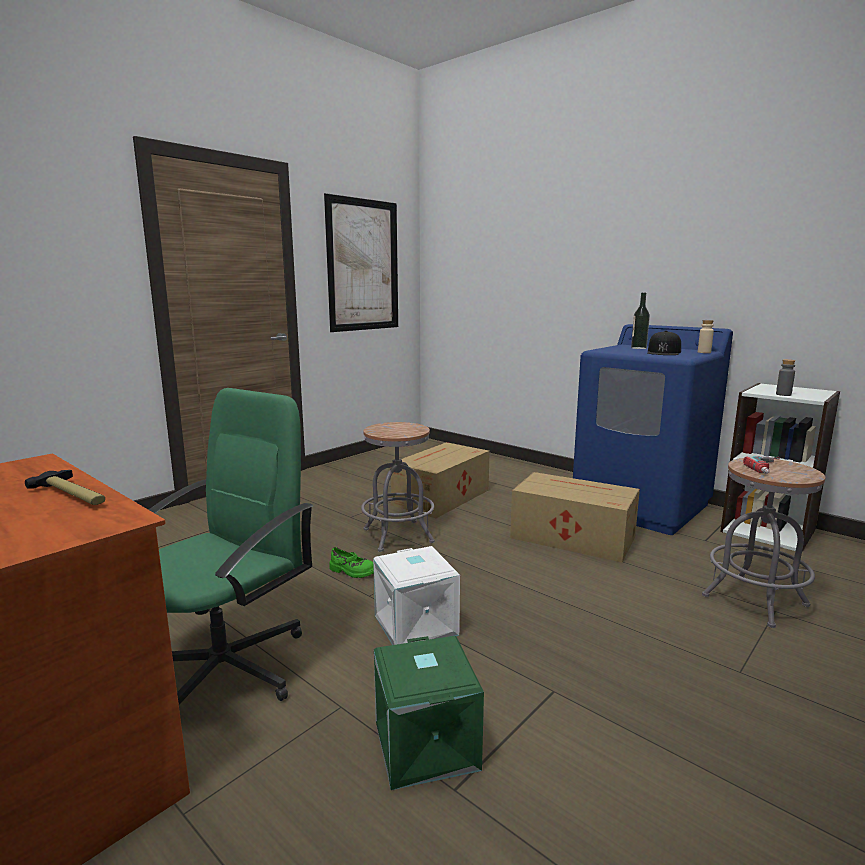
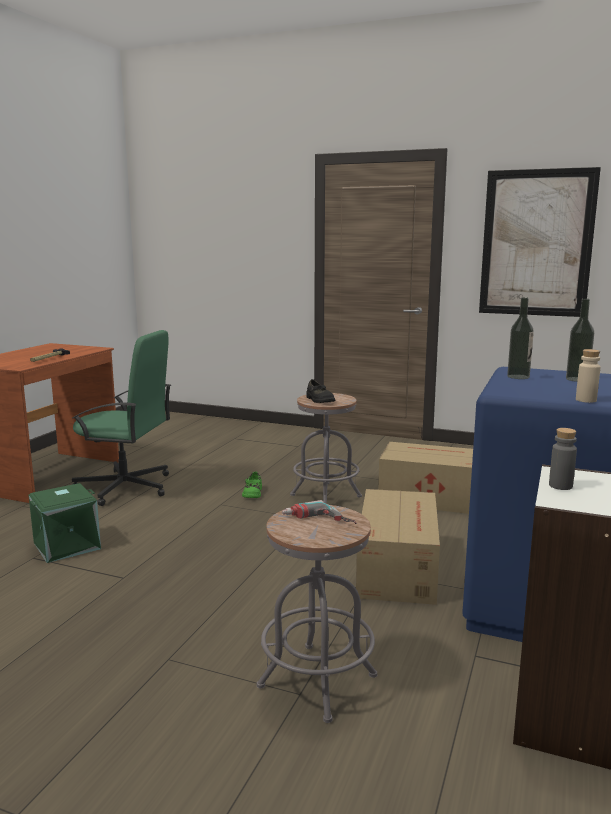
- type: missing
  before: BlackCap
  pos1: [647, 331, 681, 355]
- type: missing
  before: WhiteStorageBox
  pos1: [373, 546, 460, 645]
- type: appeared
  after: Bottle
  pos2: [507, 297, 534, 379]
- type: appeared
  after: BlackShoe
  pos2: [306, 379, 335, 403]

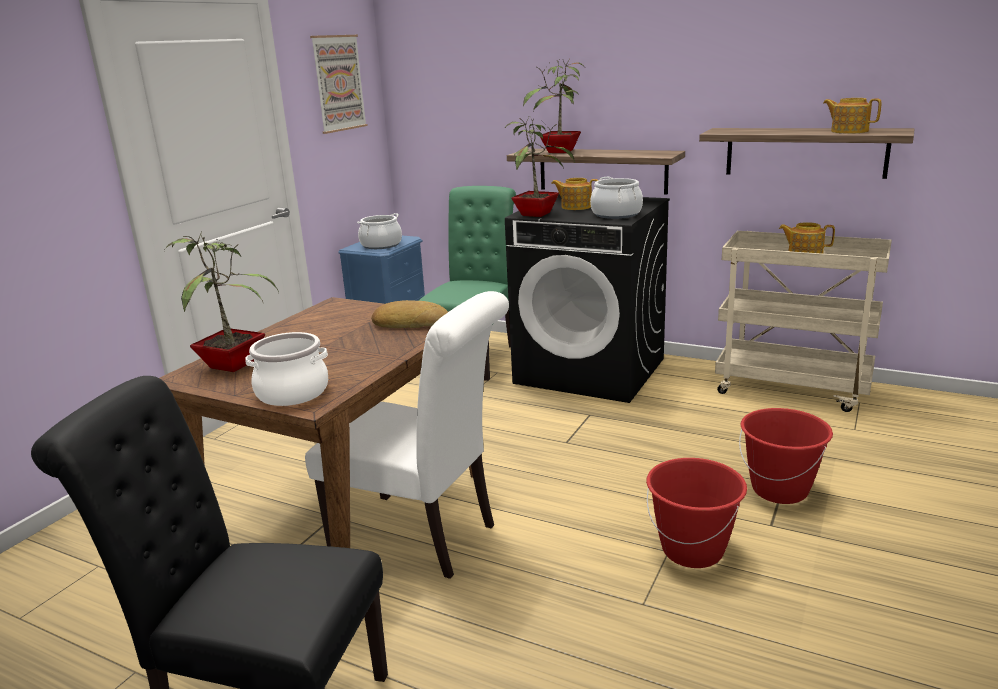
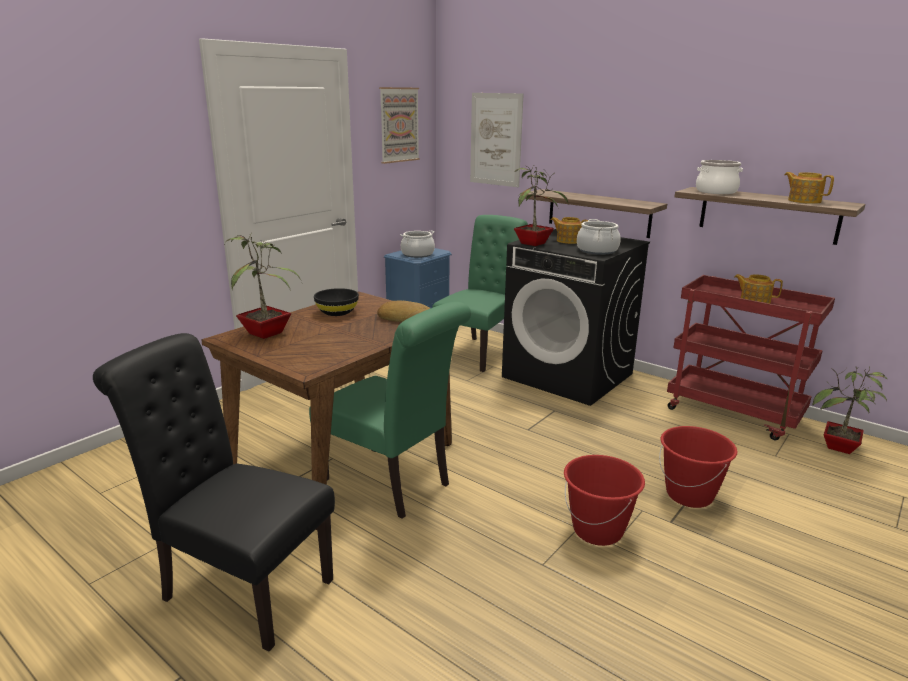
- type: relocated
  before: PottedPlant
  pos1: [523, 58, 585, 153]
  pos2: [812, 366, 888, 454]
- type: colour
  before: BeigeCart
  after: RedCart
  pos1: [715, 231, 892, 412]
  pos2: [667, 275, 835, 440]
- type: colour
  before: WhiteChair
  after: GreenChair
  pos1: [305, 291, 509, 579]
  pos2: [309, 302, 471, 519]
- type: relocated
  before: CookingPot
  pos1: [245, 332, 328, 406]
  pos2: [696, 160, 743, 194]
- type: appeared
  after: Picture
  pos2: [470, 93, 523, 187]
- type: appeared
  after: BlackBowl
  pos2: [314, 288, 359, 316]

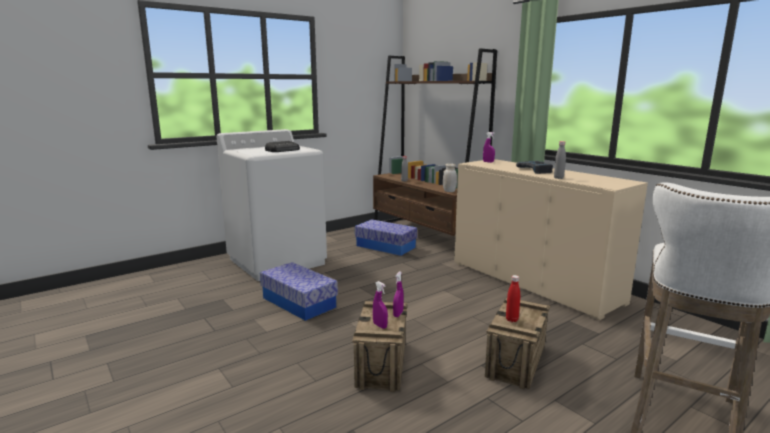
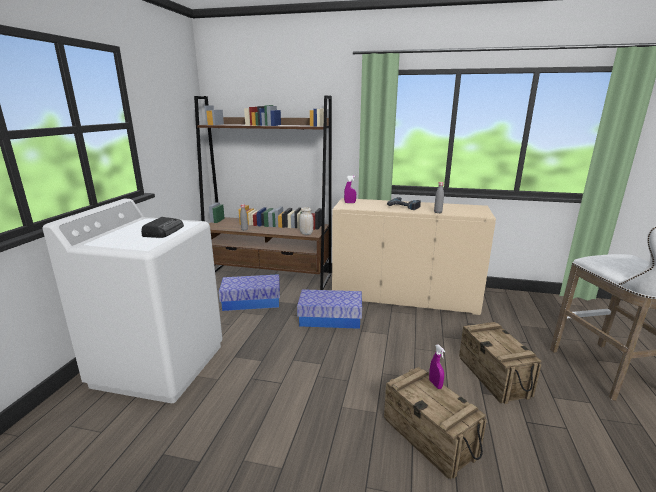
- type: relocated
  before: StorageBox
  pos1: [260, 262, 338, 321]
  pos2: [297, 289, 362, 329]
- type: missing
  before: RedBottle
  pos1: [506, 275, 520, 322]
- type: missing
  before: PurpleSprayBottle
  pos1: [373, 281, 388, 329]

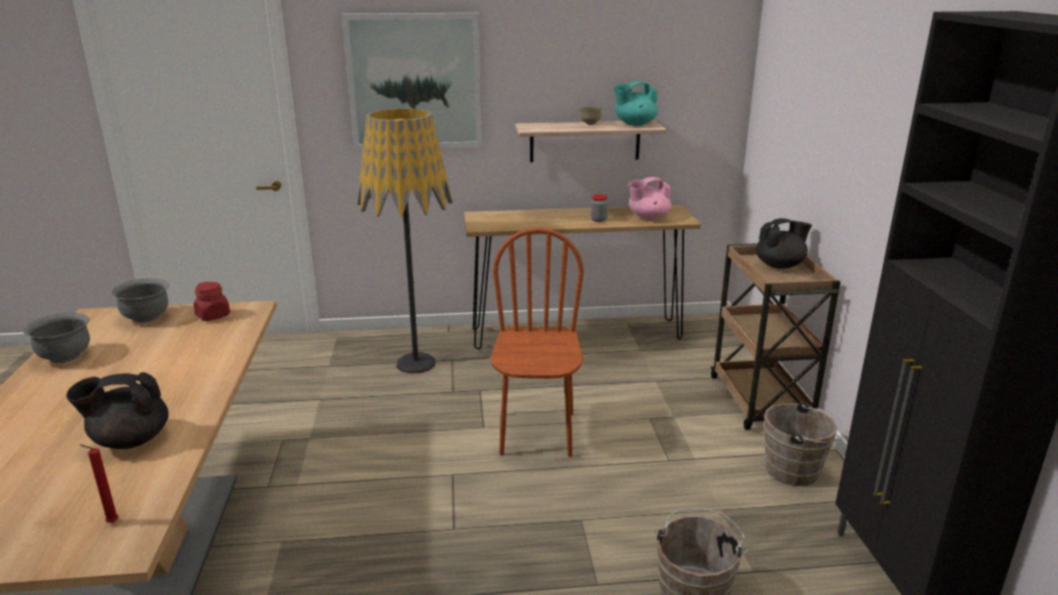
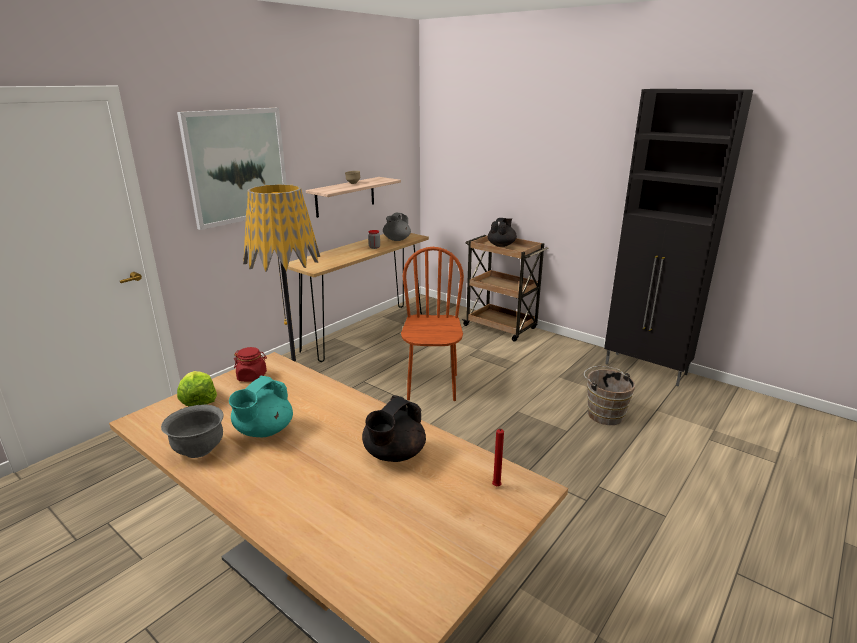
- type: relocated
  before: TurquoiseTeapot
  pos1: [614, 81, 658, 126]
  pos2: [229, 376, 293, 437]
- type: colour
  before: PinkTeapot
  after: GreyTeapot
  pos1: [628, 177, 671, 220]
  pos2: [383, 212, 411, 241]
- type: spun
  before: BrownChair
  pos1: [491, 228, 584, 457]
  pos2: [401, 247, 464, 401]
  turn: 45
- type: exchanged
  before: GreyBowl
  after: Lettuce
  pos1: [111, 278, 169, 323]
  pos2: [177, 371, 217, 406]
- type: missing
  before: BrownBucket
  pos1: [764, 402, 847, 486]

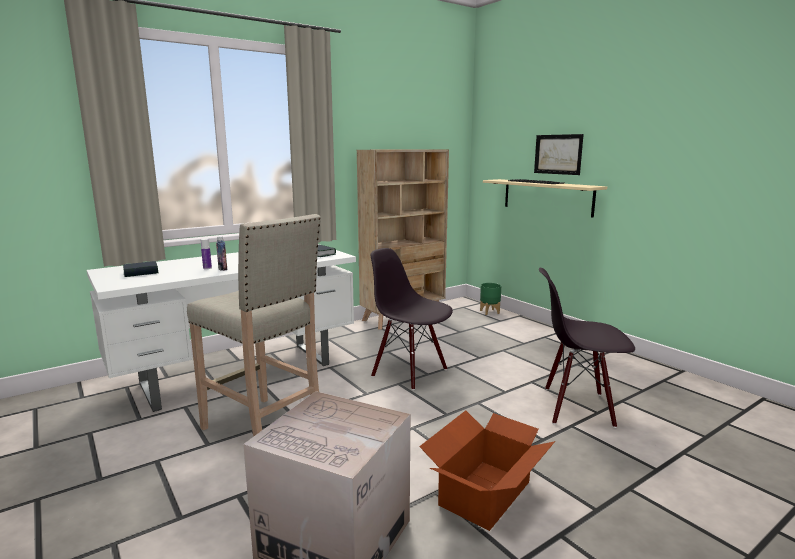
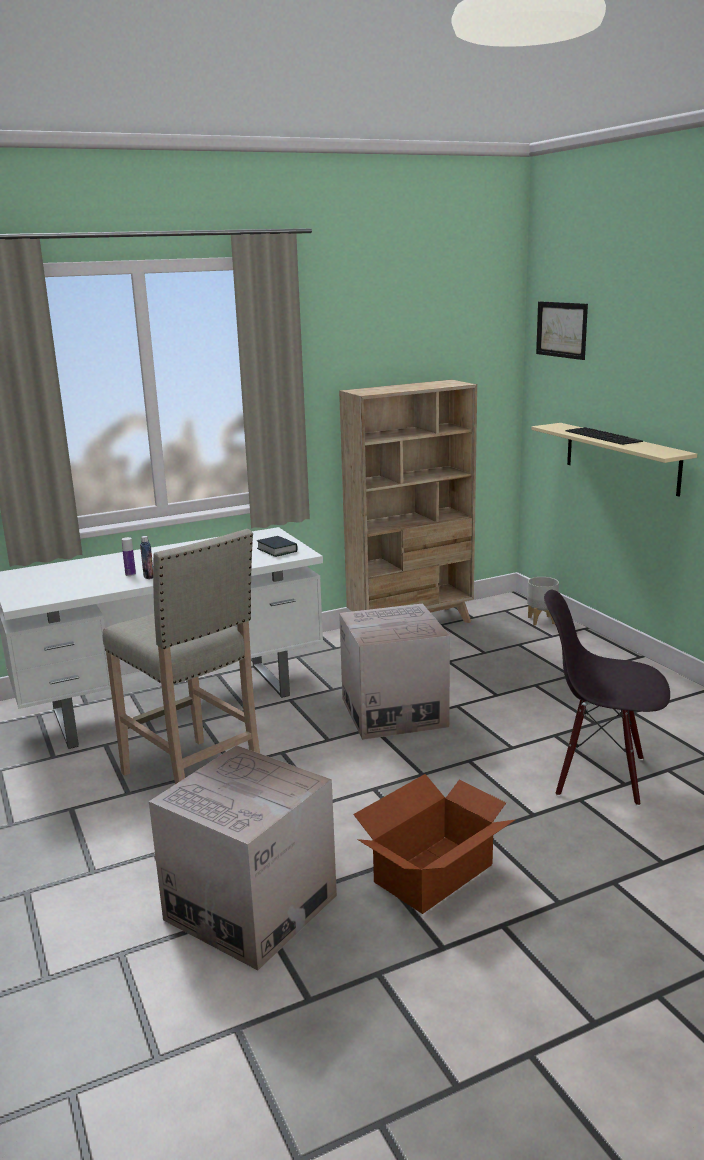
- type: relocated
  before: Picture
  pos1: [534, 134, 584, 175]
  pos2: [536, 301, 588, 360]
- type: exchanged
  before: BlackChair
  after: CardboardBox
  pos1: [370, 248, 453, 390]
  pos2: [339, 604, 450, 740]
- type: missing
  before: Book
  pos1: [123, 261, 158, 277]
- type: colour
  before: GreenPlanter
  after: GreyPlanter
  pos1: [480, 283, 501, 315]
  pos2: [527, 577, 559, 625]

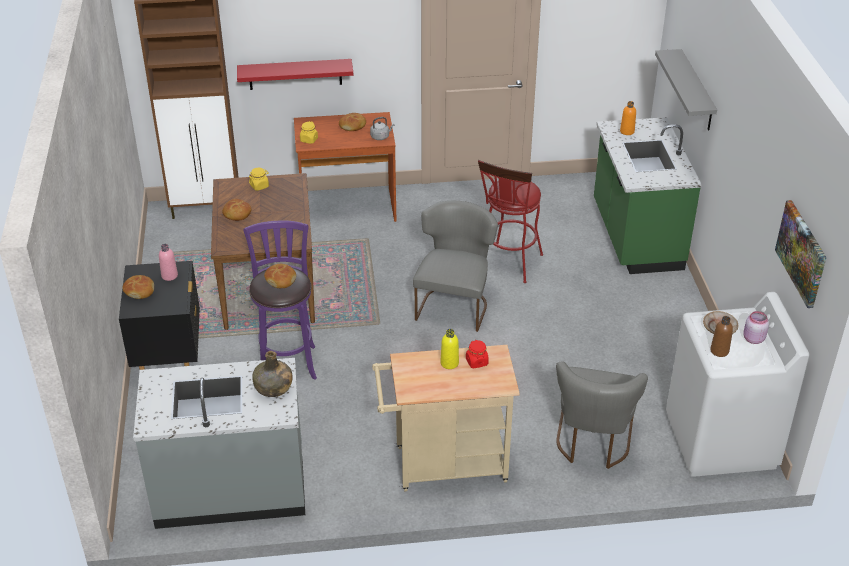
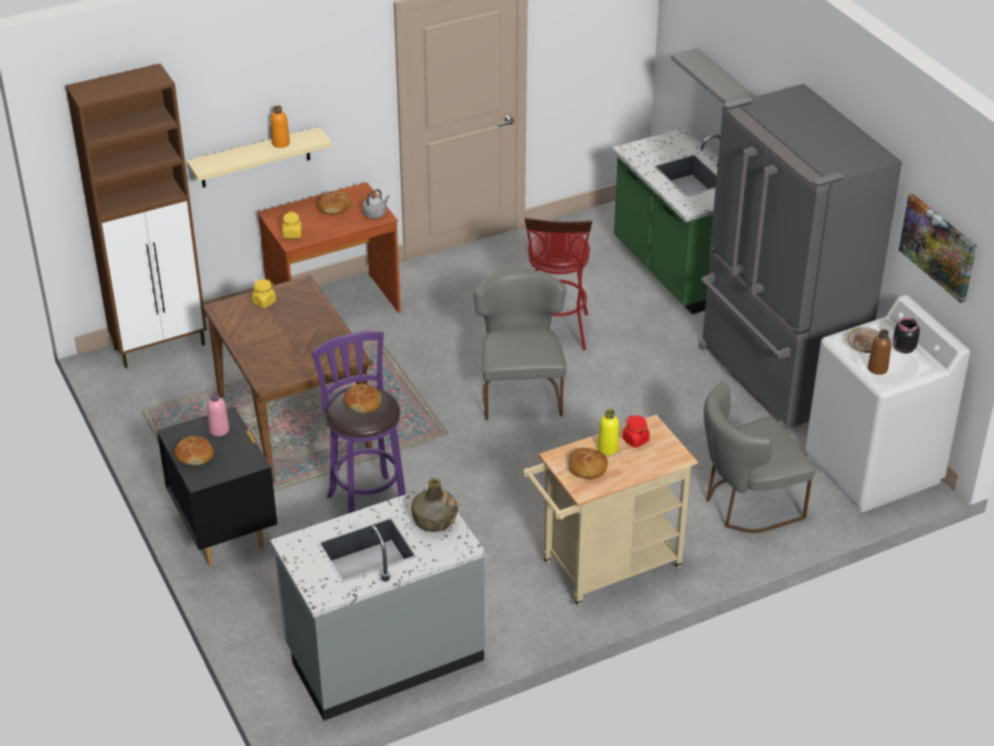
- type: colour
  before: RedShelf
  after: BeigeShelf
  pos1: [237, 59, 353, 90]
  pos2: [186, 127, 332, 188]
- type: relocated
  before: OrangeBottle
  pos1: [620, 101, 636, 135]
  pos2: [271, 105, 290, 148]
- type: relocated
  before: Bread
  pos1: [222, 199, 251, 221]
  pos2: [568, 448, 608, 479]
- type: colour
  before: PinkJar
  after: BlackJar
  pos1: [743, 311, 769, 344]
  pos2: [893, 318, 920, 354]
- type: spun
  before: GreyChair
  pos1: [556, 361, 648, 469]
  pos2: [704, 382, 815, 533]
  turn: 75
- type: appeared
  after: GreyFridge
  pos2: [699, 84, 902, 430]

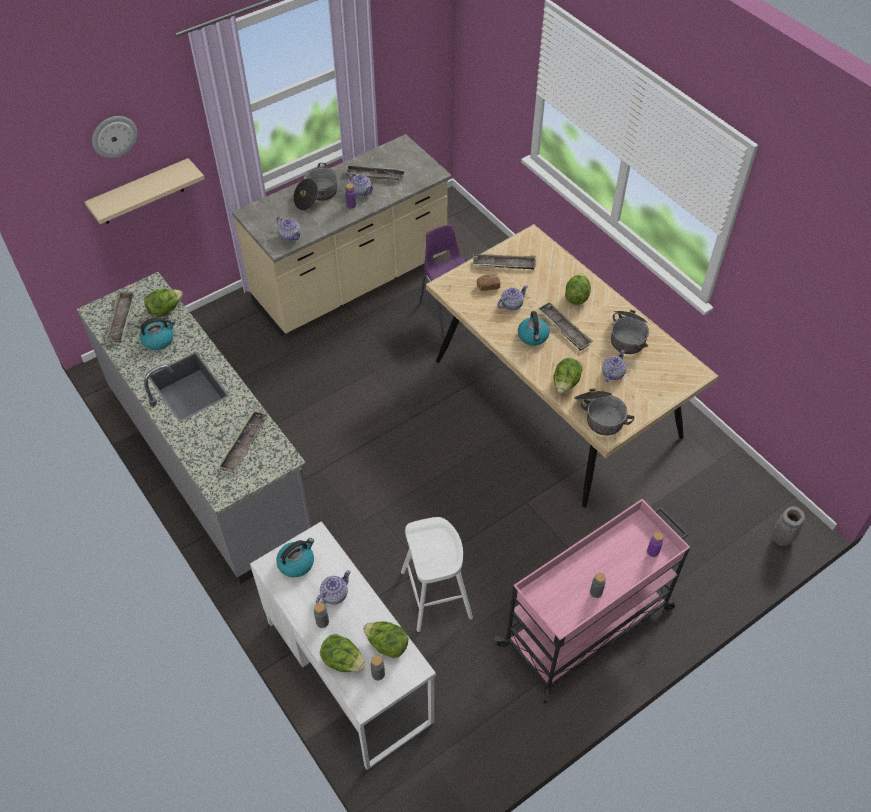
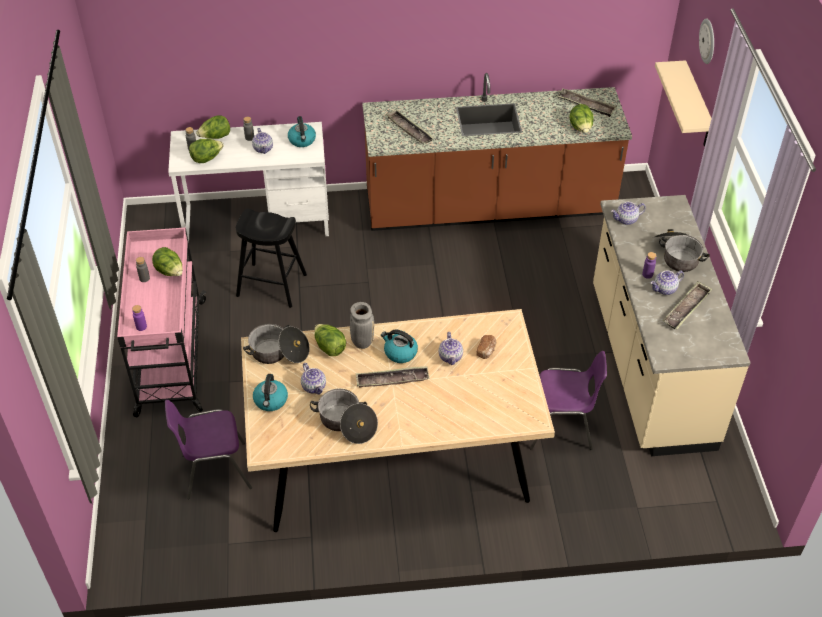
- type: missing
  before: Tray
  pos1: [473, 254, 536, 270]
- type: colour
  before: GreyCounter
  after: BrownCounter
  pos1: [77, 272, 311, 584]
  pos2: [362, 73, 632, 231]
- type: relocated
  before: Lettuce
  pos1: [565, 273, 591, 305]
  pos2: [152, 247, 183, 276]
- type: relocated
  before: Kettle
  pos1: [140, 317, 175, 350]
  pos2: [253, 374, 288, 411]
- type: relocated
  before: GreyVase
  pos1: [772, 506, 805, 546]
  pos2: [350, 302, 374, 349]
- type: colour
  before: WhiteStool
  after: BlackStool
  pos1: [401, 517, 473, 632]
  pos2: [236, 209, 307, 308]
- type: appeared
  after: PurpleChair
  pos2: [165, 400, 252, 499]

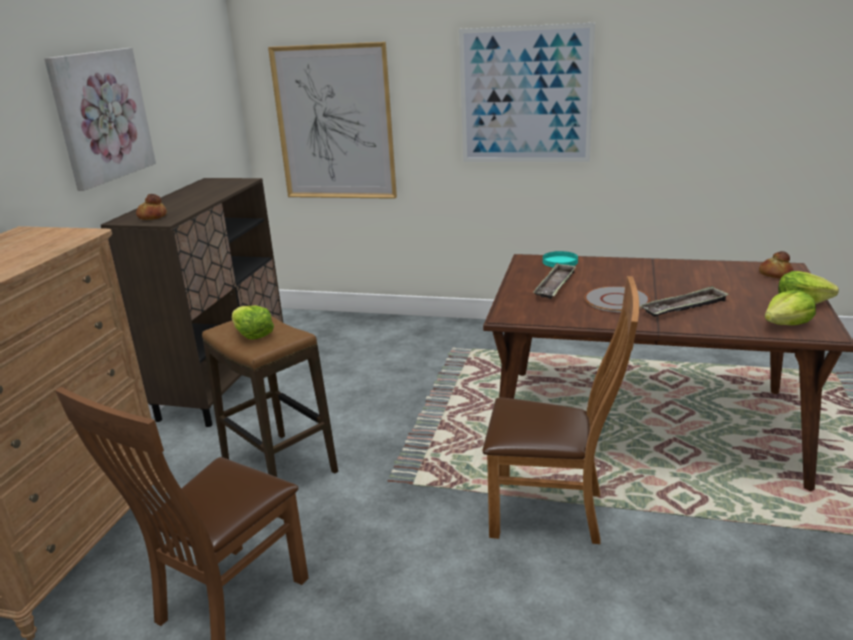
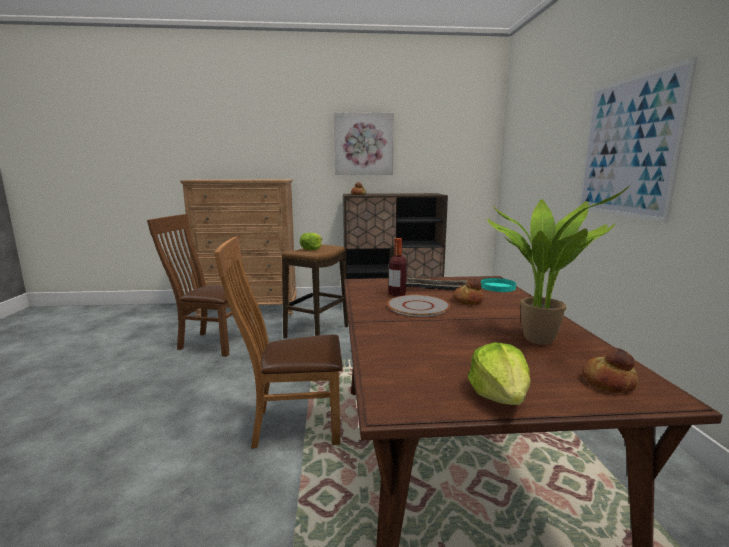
- type: missing
  before: Picture
  pos1: [268, 42, 397, 199]
- type: spun
  before: BrownChair
  pos1: [483, 276, 639, 544]
  pos2: [214, 237, 343, 448]
  turn: 90
- type: missing
  before: Tray
  pos1: [640, 286, 729, 317]
- type: missing
  before: Lettuce
  pos1: [765, 290, 816, 325]
- type: appeared
  after: PottedPlant
  pos2: [487, 183, 632, 345]
- type: appeared
  after: Bottle
  pos2: [389, 238, 407, 296]
- type: appeared
  after: Bread
  pos2: [453, 279, 484, 305]

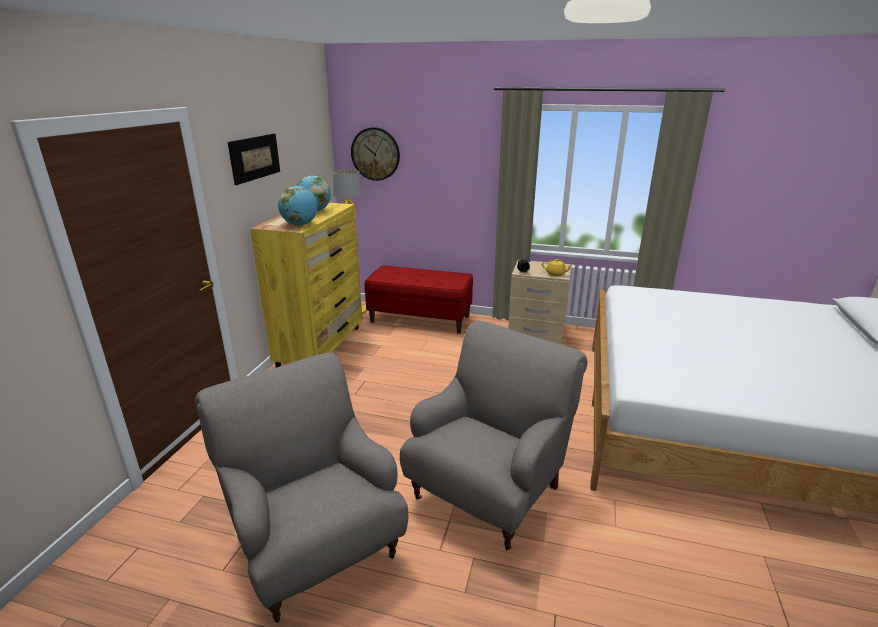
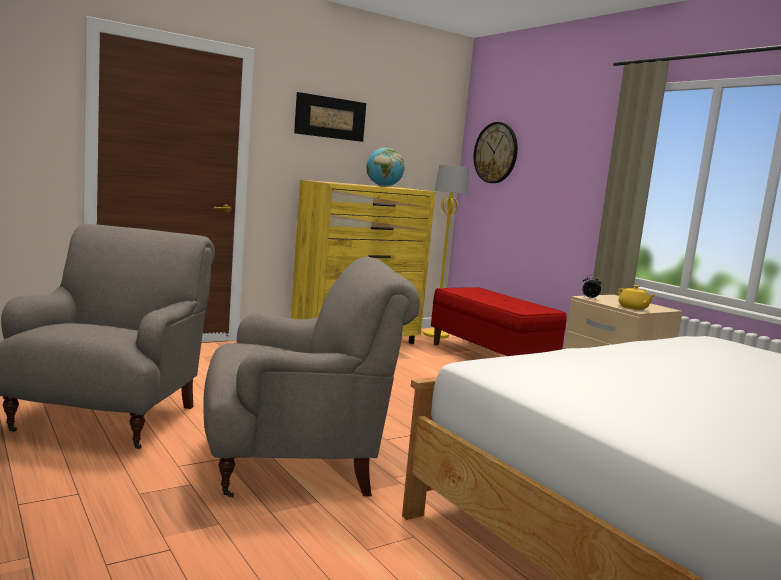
- type: missing
  before: Globe
  pos1: [278, 186, 318, 226]

